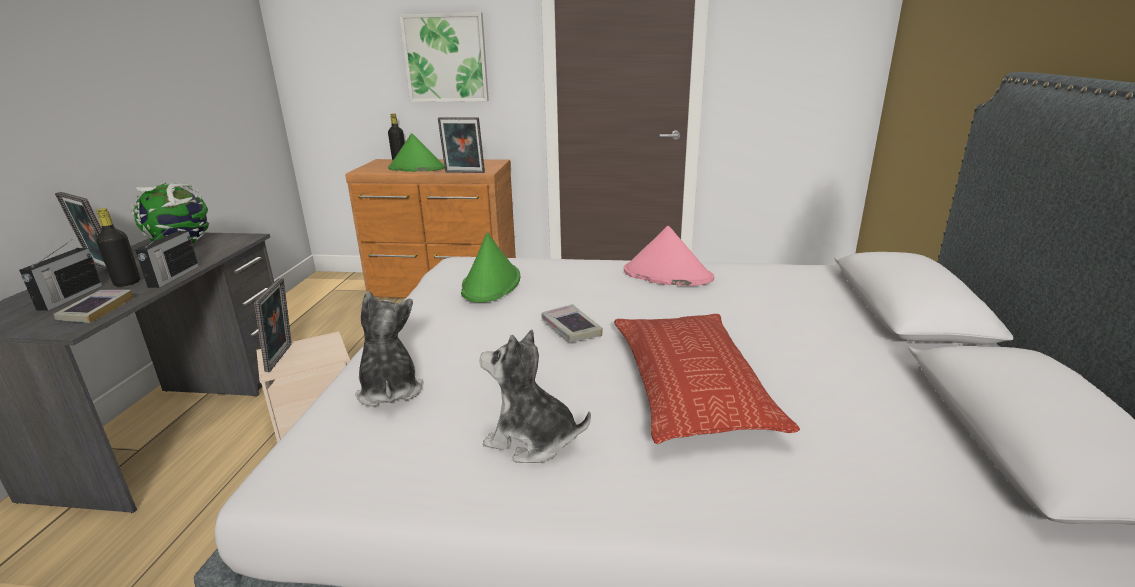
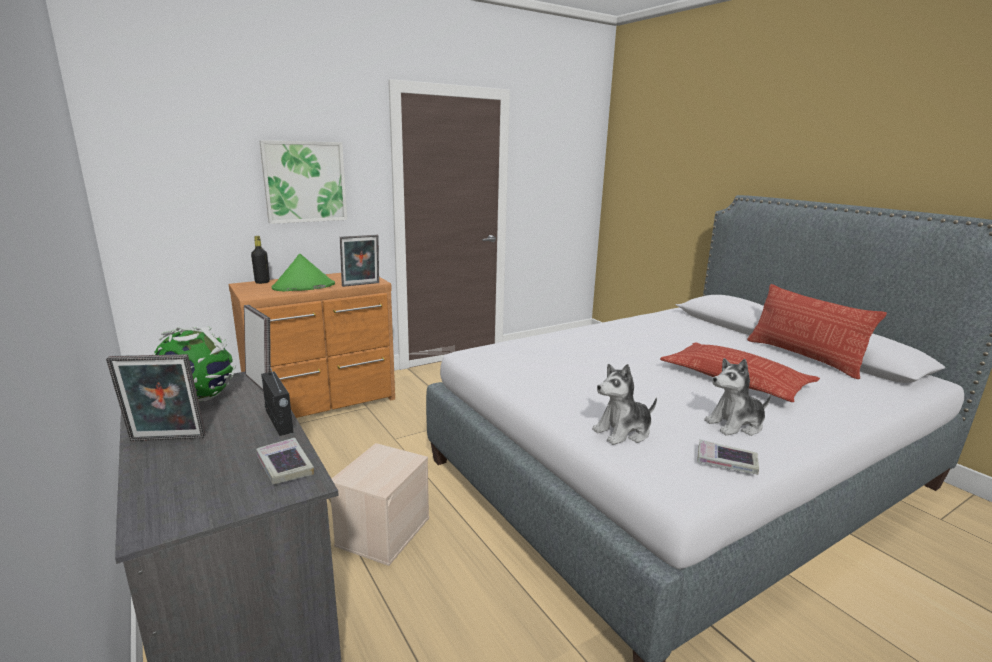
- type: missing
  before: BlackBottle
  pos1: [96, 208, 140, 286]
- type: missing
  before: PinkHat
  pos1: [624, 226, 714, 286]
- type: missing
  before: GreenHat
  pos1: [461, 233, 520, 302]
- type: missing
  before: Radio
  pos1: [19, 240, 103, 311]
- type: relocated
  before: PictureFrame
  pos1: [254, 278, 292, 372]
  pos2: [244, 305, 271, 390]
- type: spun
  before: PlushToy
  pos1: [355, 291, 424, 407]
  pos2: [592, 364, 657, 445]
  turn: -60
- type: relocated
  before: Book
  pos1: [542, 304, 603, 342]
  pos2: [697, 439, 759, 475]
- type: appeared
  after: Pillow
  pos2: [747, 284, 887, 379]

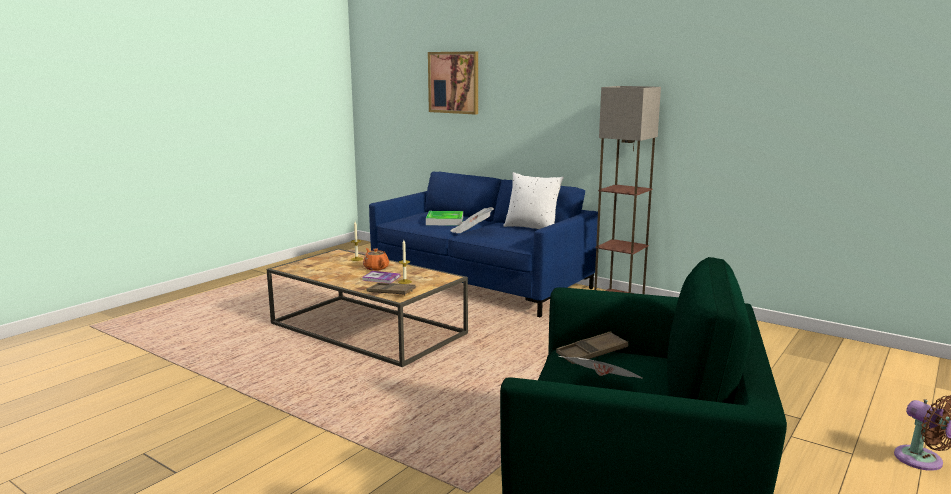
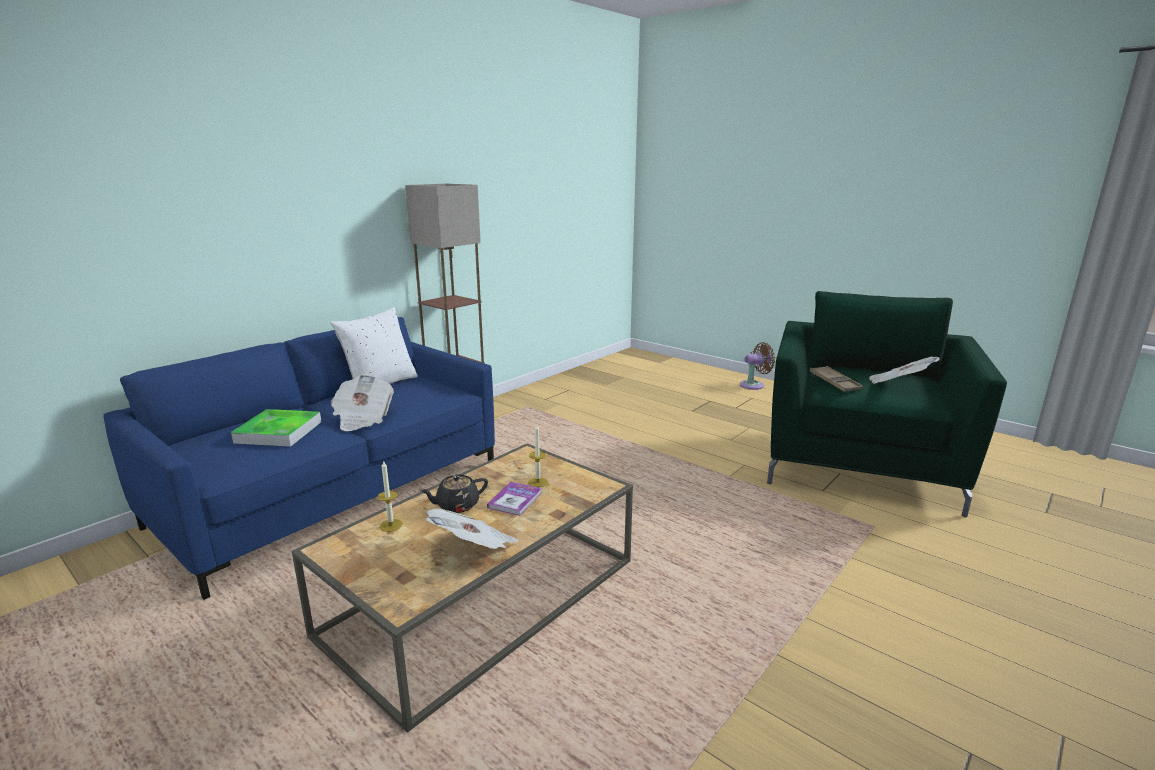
- type: missing
  before: Picture
  pos1: [428, 52, 478, 115]
- type: colour
  before: OrangeTeapot
  after: BlackTeapot
  pos1: [363, 248, 389, 271]
  pos2: [420, 474, 488, 513]
- type: missing
  before: BrownTray
  pos1: [367, 283, 416, 295]
- type: appeared
  after: Newspaper
  pos2: [425, 508, 519, 549]

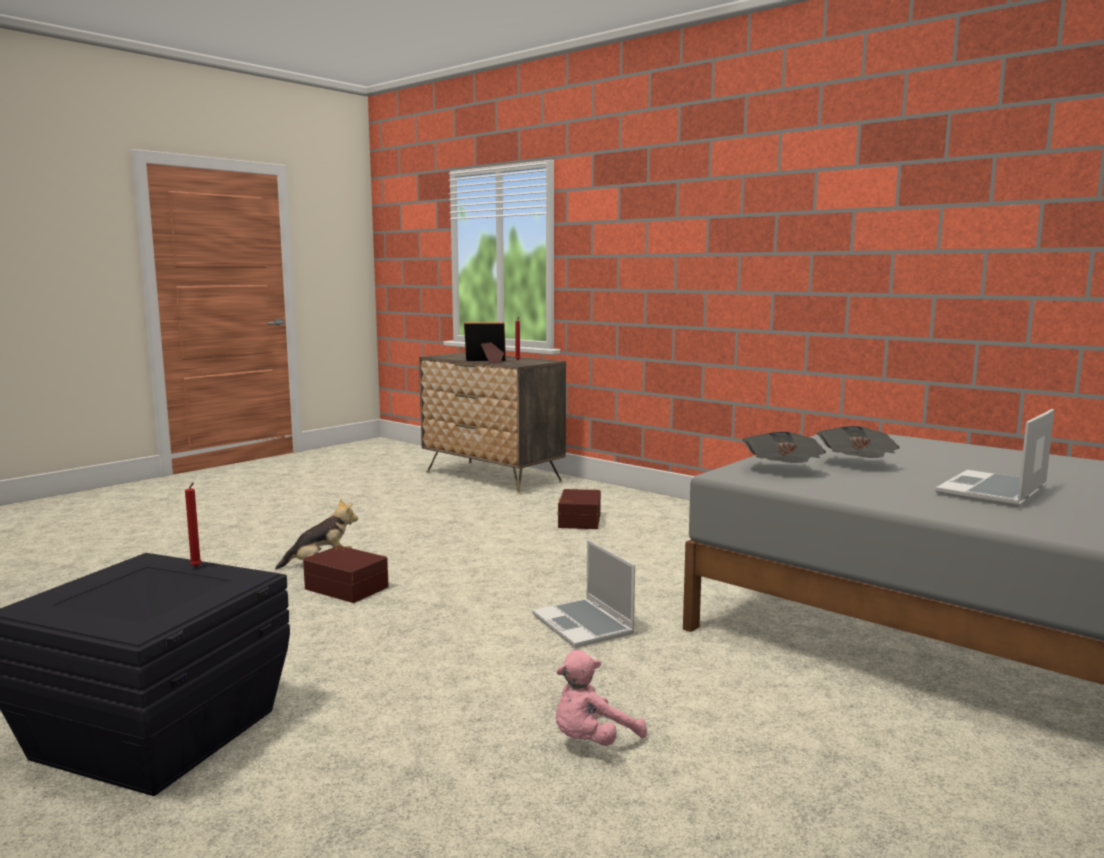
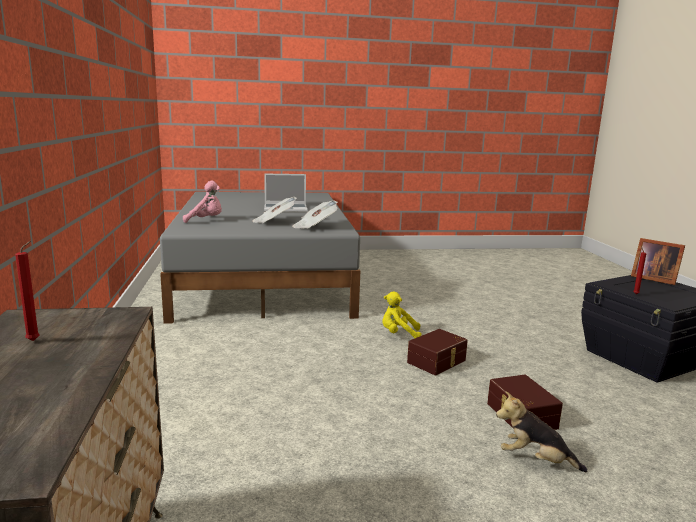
- type: relocated
  before: PictureFrame
  pos1: [464, 322, 506, 363]
  pos2: [631, 238, 685, 285]
- type: relocated
  before: BrownStorageBox
  pos1: [557, 489, 601, 529]
  pos2: [407, 329, 468, 375]
- type: exchanged
  before: Laptop
  after: YellowPlushToy
  pos1: [532, 540, 635, 648]
  pos2: [382, 292, 422, 338]
- type: relocated
  before: PinkPlushToy
  pos1: [556, 650, 647, 746]
  pos2: [183, 180, 222, 223]

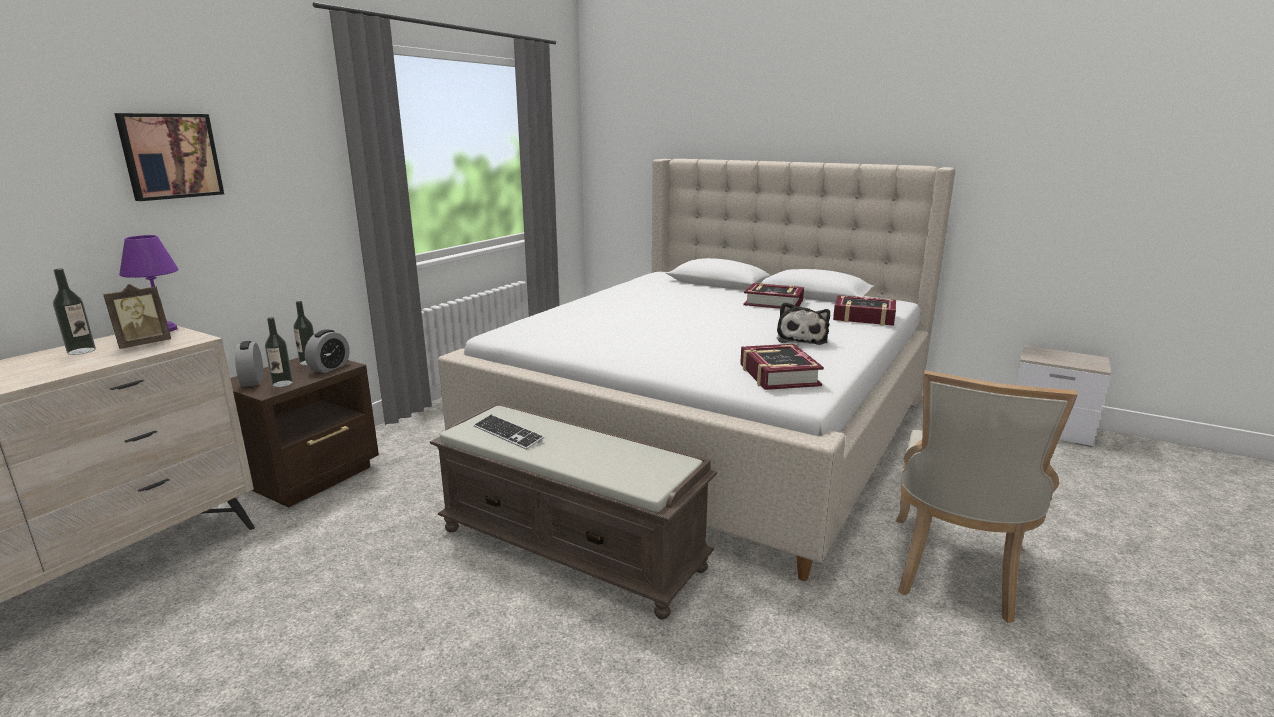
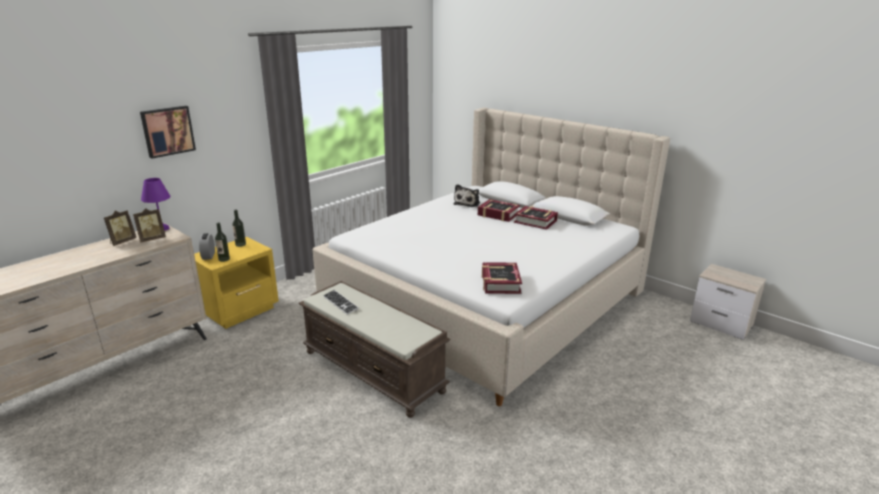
- type: exchanged
  before: Bottle
  after: PictureFrame
  pos1: [53, 269, 96, 355]
  pos2: [104, 210, 136, 246]
- type: relocated
  before: Book
  pos1: [833, 295, 896, 326]
  pos2: [478, 199, 520, 222]
- type: relocated
  before: PlushToy
  pos1: [777, 302, 830, 345]
  pos2: [454, 184, 480, 207]
- type: missing
  before: AlarmClock
  pos1: [305, 329, 350, 373]
- type: colour
  before: BrownNightstand
  after: YellowNightstand
  pos1: [230, 357, 379, 508]
  pos2: [194, 237, 279, 329]
- type: missing
  before: BeigeChair
  pos1: [896, 370, 1077, 623]

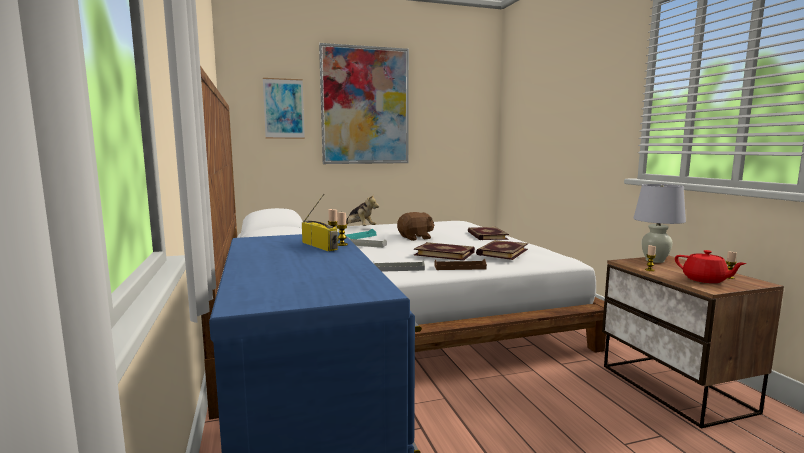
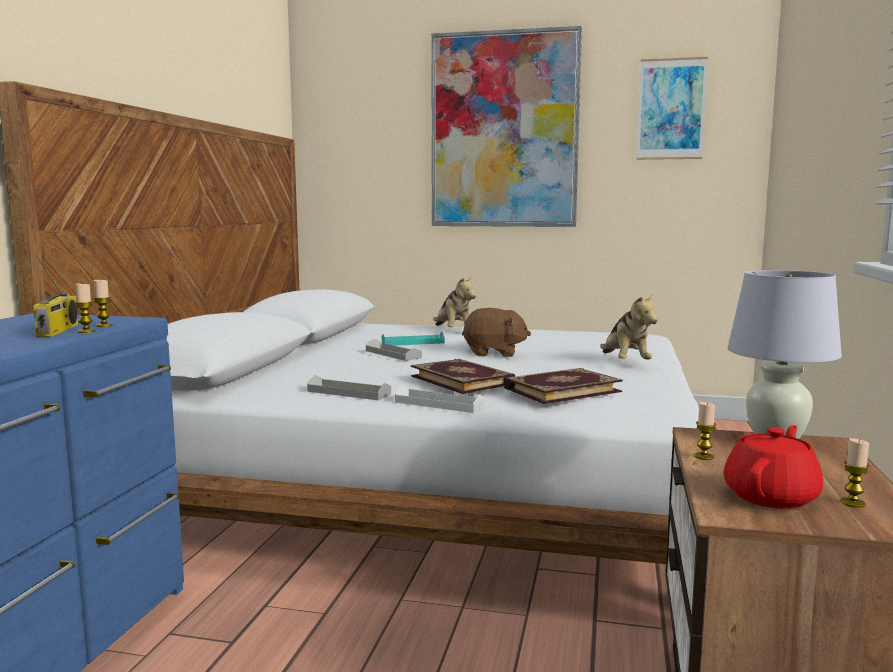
- type: relocated
  before: Picture
  pos1: [263, 78, 305, 139]
  pos2: [636, 57, 708, 160]
- type: exchanged
  before: Book
  after: PlushToy
  pos1: [468, 227, 509, 240]
  pos2: [600, 293, 657, 359]
- type: spun
  before: RedTeapot
  pos1: [675, 250, 747, 283]
  pos2: [724, 425, 823, 509]
  turn: -135
- type: colour
  before: BrownTray
  after: WhiteTray
  pos1: [434, 259, 487, 270]
  pos2: [395, 385, 485, 413]

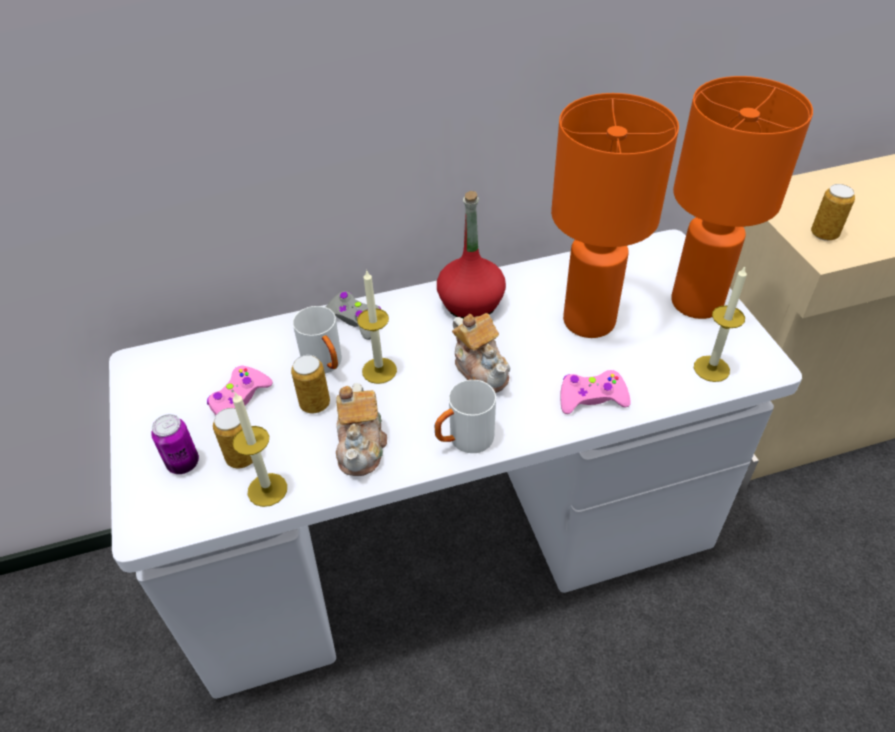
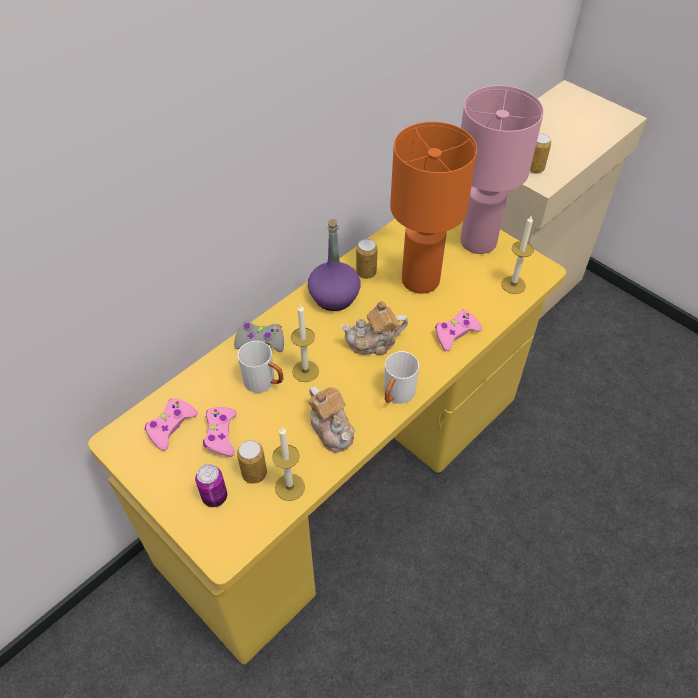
- type: colour
  before: OrangeTableLamp
  after: PinkTableLamp
  pos1: [671, 76, 813, 319]
  pos2: [460, 85, 544, 254]
- type: colour
  before: RedBottle
  after: PurpleBottle
  pos1: [437, 191, 506, 318]
  pos2: [308, 219, 361, 311]
- type: colour
  before: WhiteDesk
  after: YellowDesk
  pos1: [109, 229, 802, 699]
  pos2: [88, 219, 566, 664]
- type: spun
  before: Teapot
  pos1: [452, 313, 510, 393]
  pos2: [341, 301, 408, 355]
  turn: 135
- type: relocated
  before: Can
  pos1: [291, 355, 330, 413]
  pos2: [356, 239, 378, 279]
- type: appeared
  after: PinkGameController
  pos2: [145, 398, 198, 451]

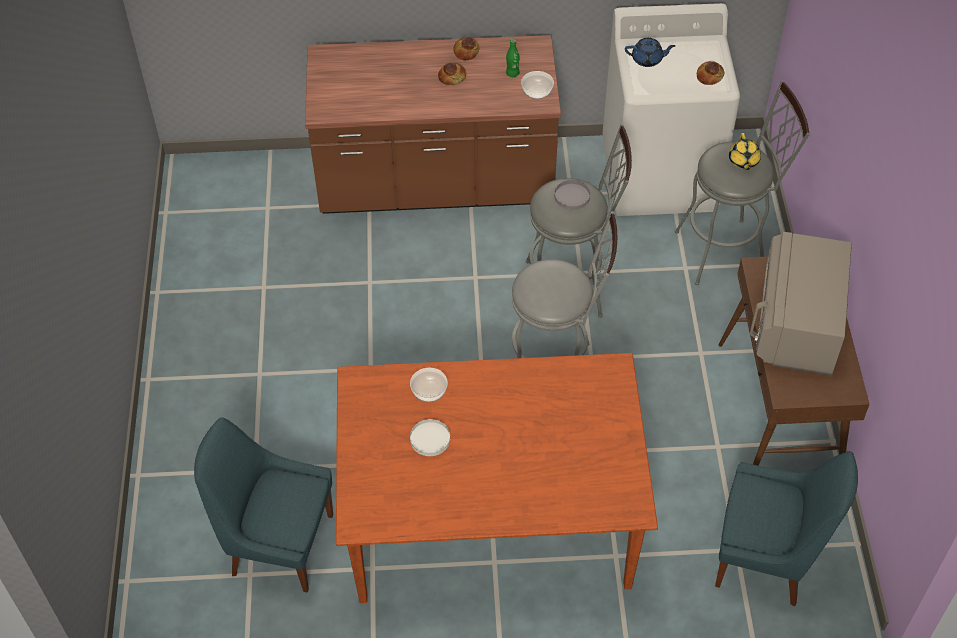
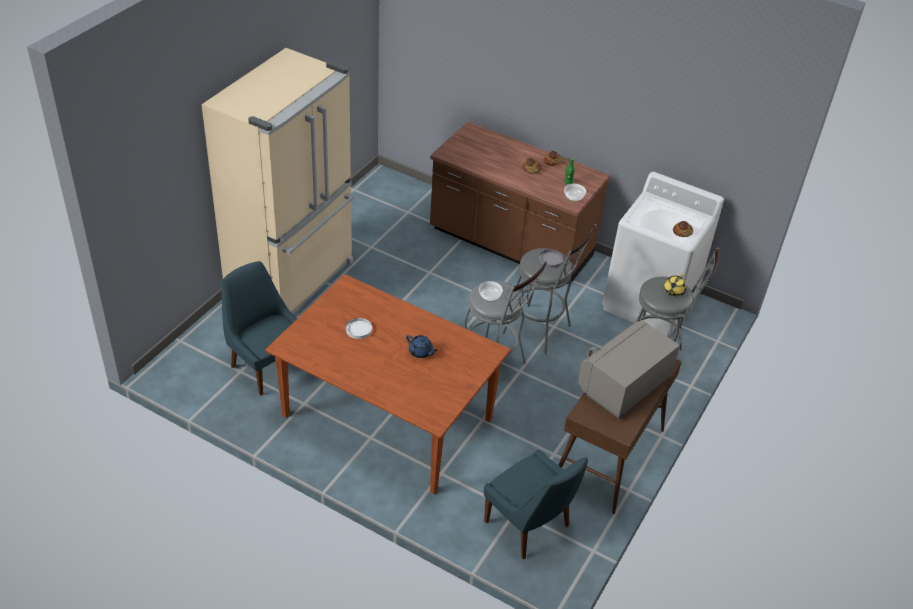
- type: relocated
  before: BlueTeapot
  pos1: [625, 38, 675, 67]
  pos2: [406, 335, 438, 358]
- type: relocated
  before: Bowl
  pos1: [410, 368, 448, 402]
  pos2: [479, 281, 503, 301]
- type: appeared
  after: BeigeFridge
  pos2: [201, 48, 354, 314]

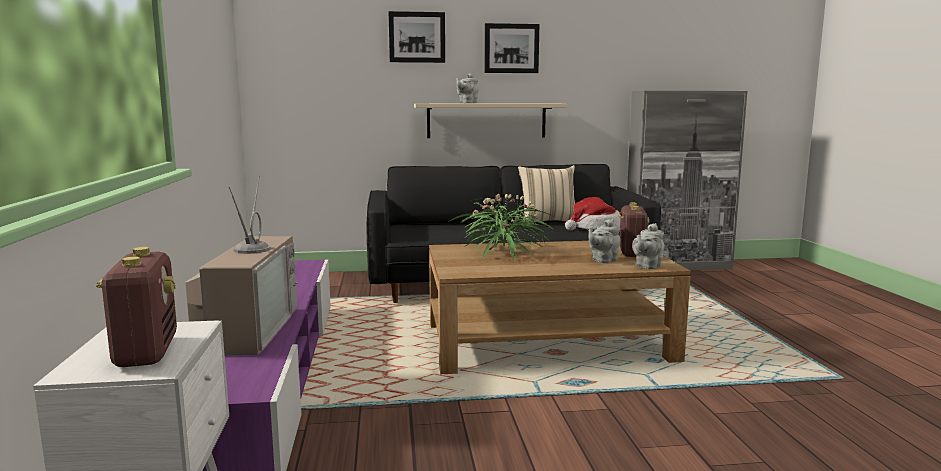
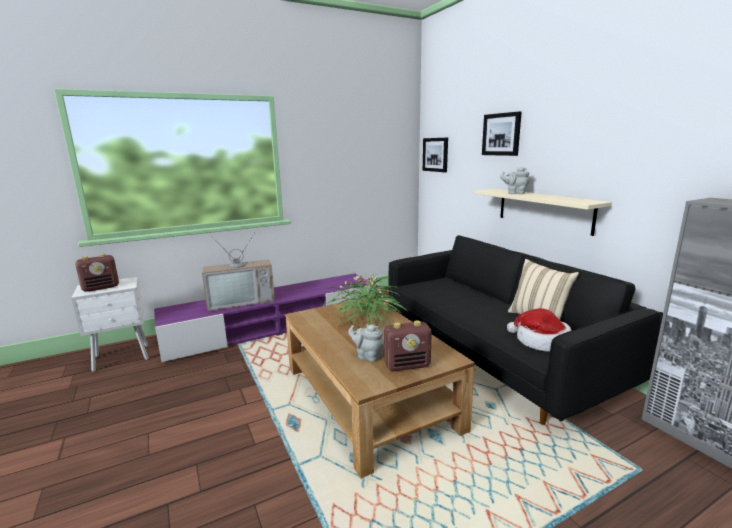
- type: relocated
  before: Picture
  pos1: [484, 23, 539, 73]
  pos2: [423, 138, 448, 172]
- type: missing
  before: GreyTeapot
  pos1: [632, 223, 664, 269]

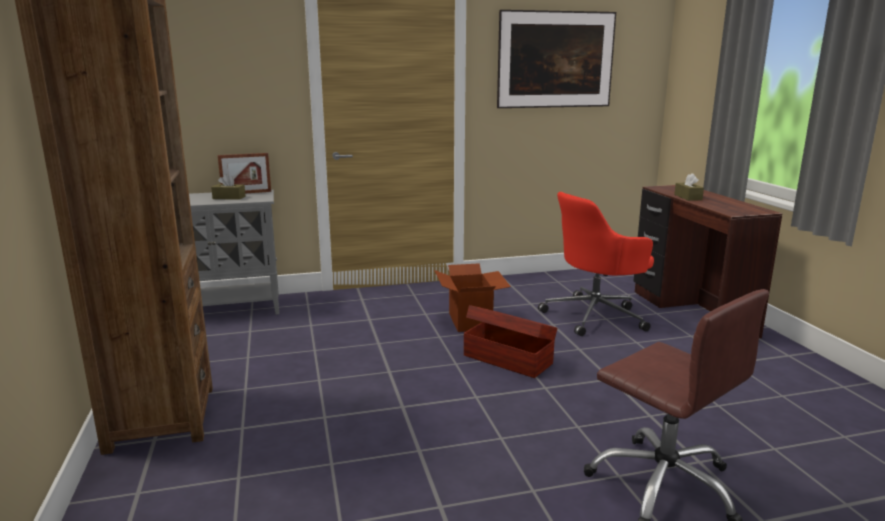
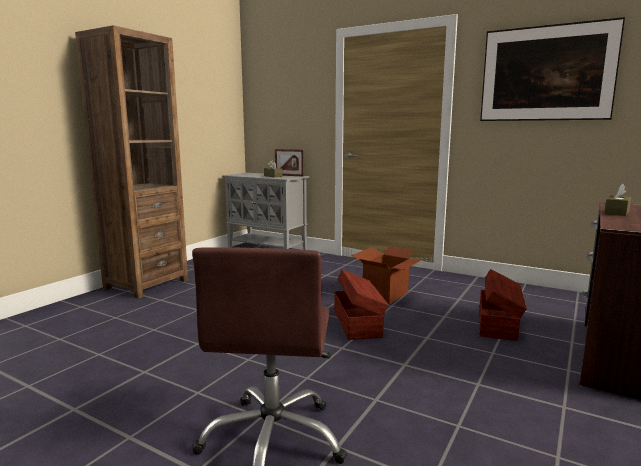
- type: exchanged
  before: RedOfficeChair
  after: BrownStorageBox
  pos1: [538, 192, 654, 336]
  pos2: [479, 269, 527, 341]

